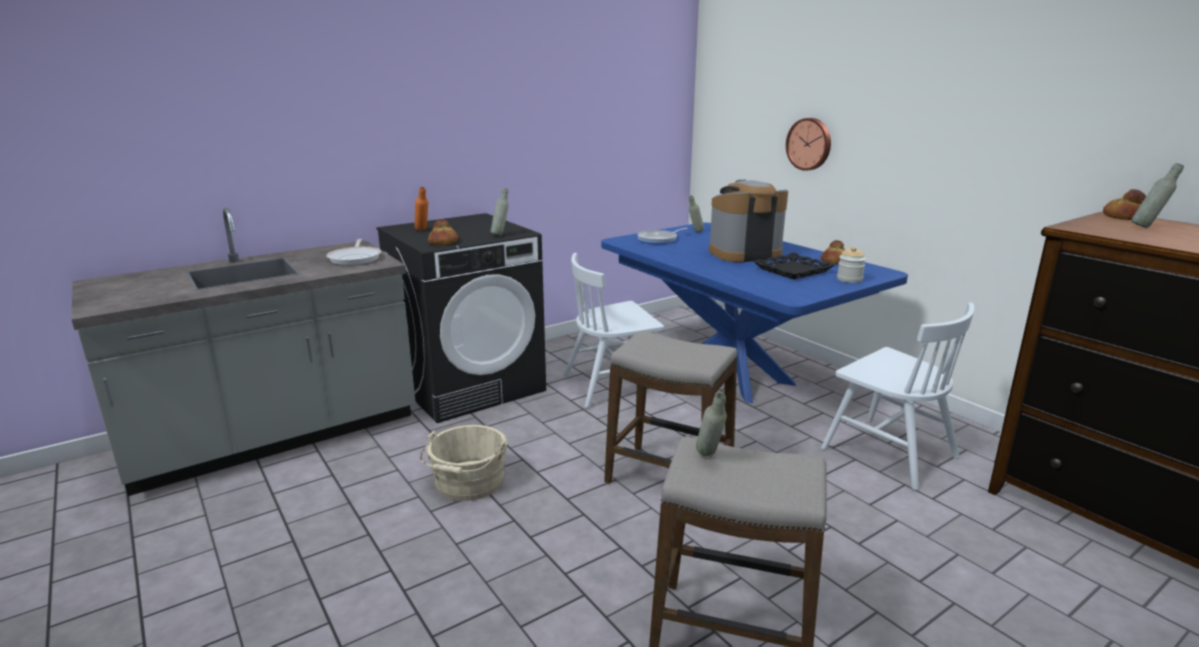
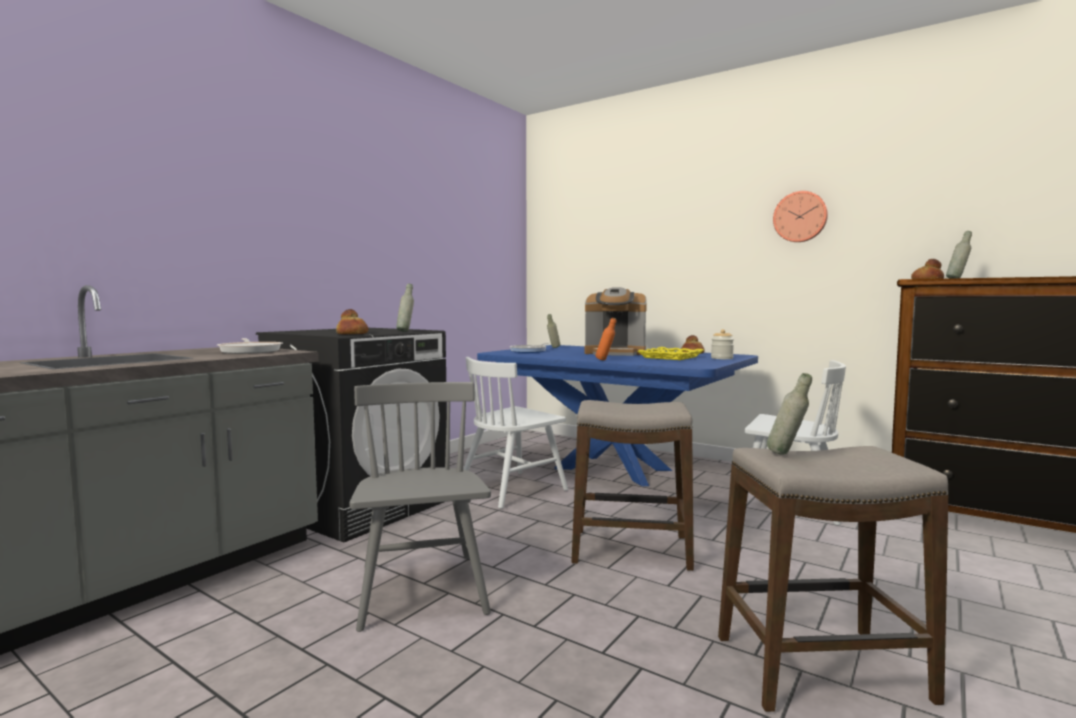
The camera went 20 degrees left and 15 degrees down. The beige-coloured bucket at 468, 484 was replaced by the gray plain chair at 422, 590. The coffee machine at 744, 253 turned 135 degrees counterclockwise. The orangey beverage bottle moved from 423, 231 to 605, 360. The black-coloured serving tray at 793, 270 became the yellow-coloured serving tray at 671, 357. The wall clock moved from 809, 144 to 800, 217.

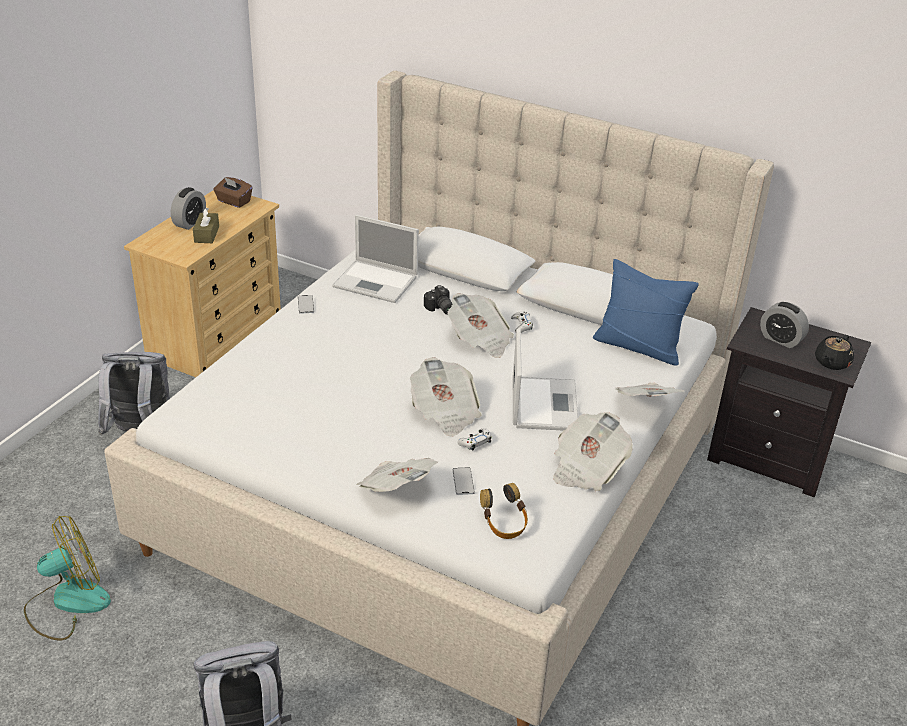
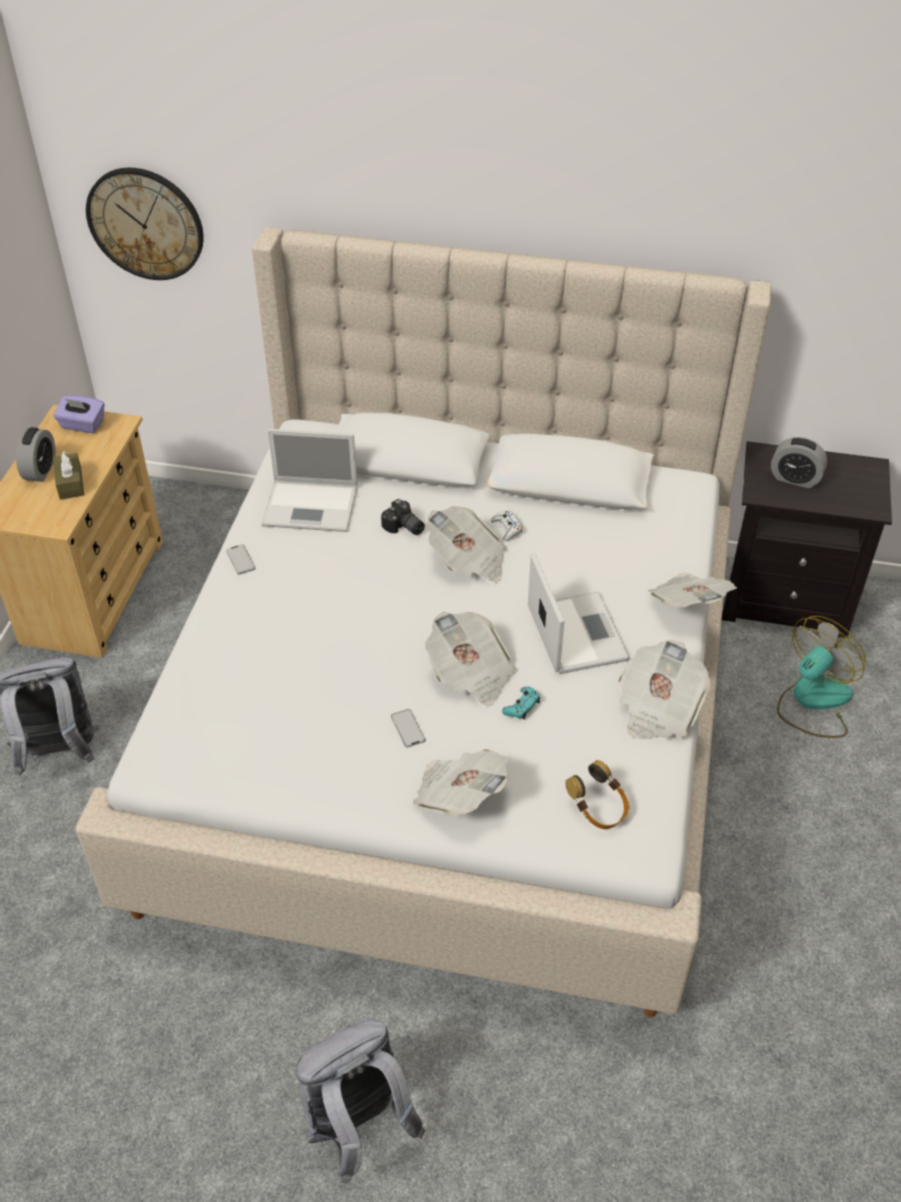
The camera went 15 degrees left and 10 degrees up. The brown tissue box at 233, 201 became the purple-coloured tissue box at 82, 425. The wall clock at 145, 223 appeared. The telephone moved from 463, 482 to 407, 729. The whitish joypad at 475, 442 became the blue-green joypad at 521, 706. The fan moved from 67, 603 to 813, 701. The bluish pillow at 638, 346 disappeared. The black-coloured tea pot at 831, 363 disappeared.

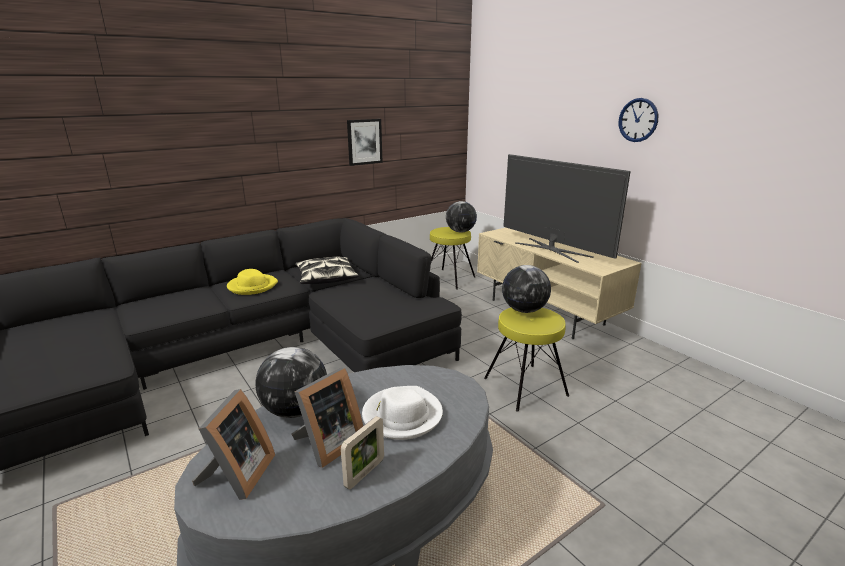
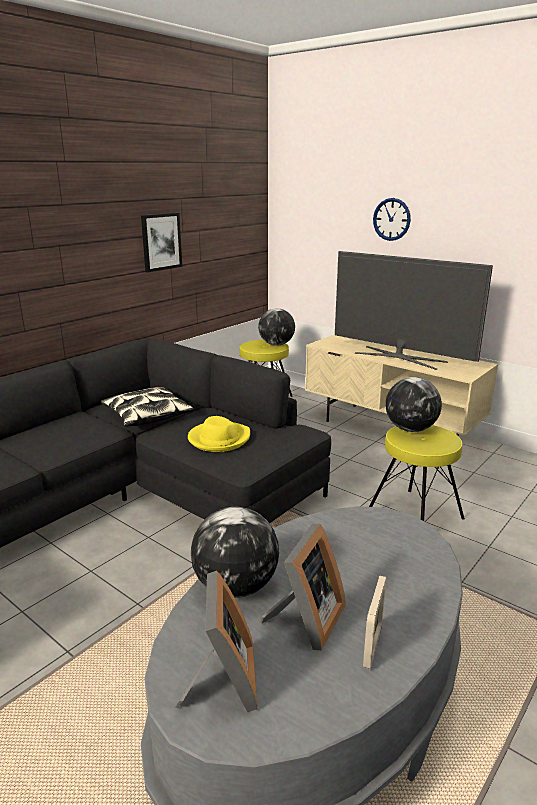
The camera went 15 degrees left and 0 degrees up. The yellow-coloured hat moved from 252, 286 to 219, 439. The wall clock moved from 638, 120 to 391, 219. The whitish hat at 402, 415 disappeared.

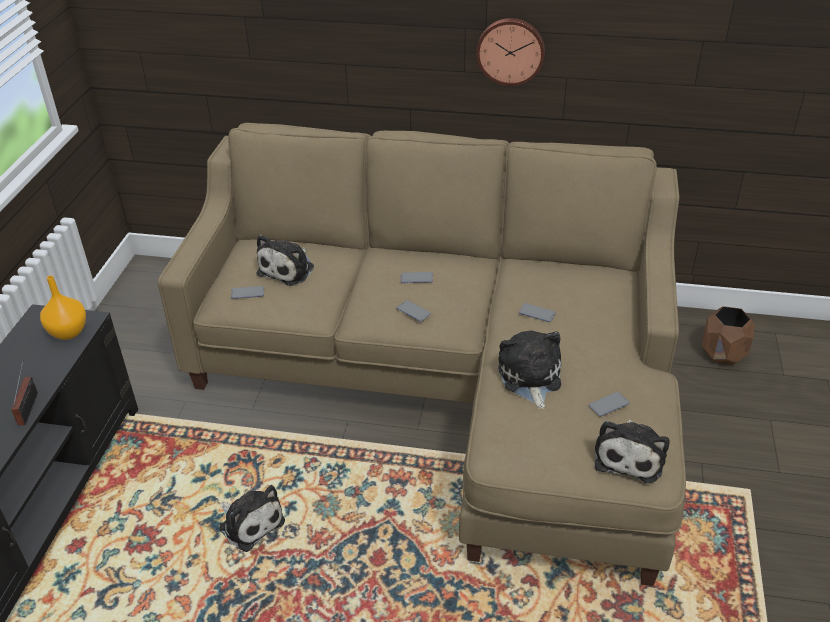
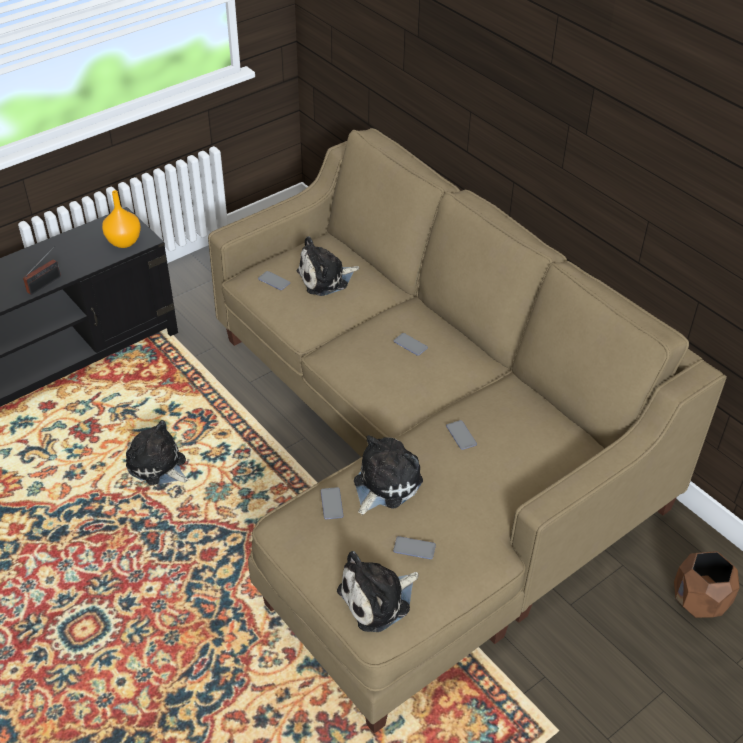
The camera went 40 degrees right and 5 degrees up. The soft toy at 250, 522 turned 135 degrees clockwise. The telephone moved from 413, 311 to 331, 504. The wall clock at 510, 51 disappeared.

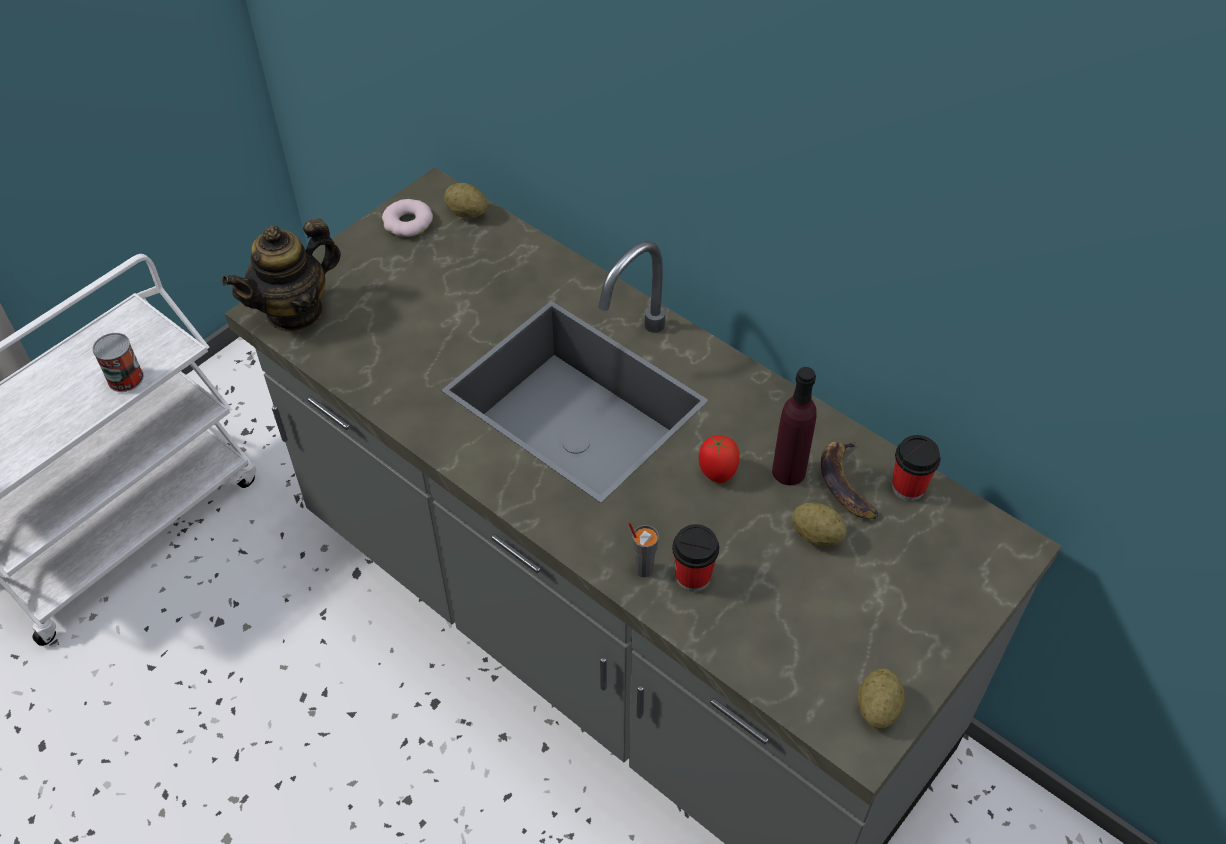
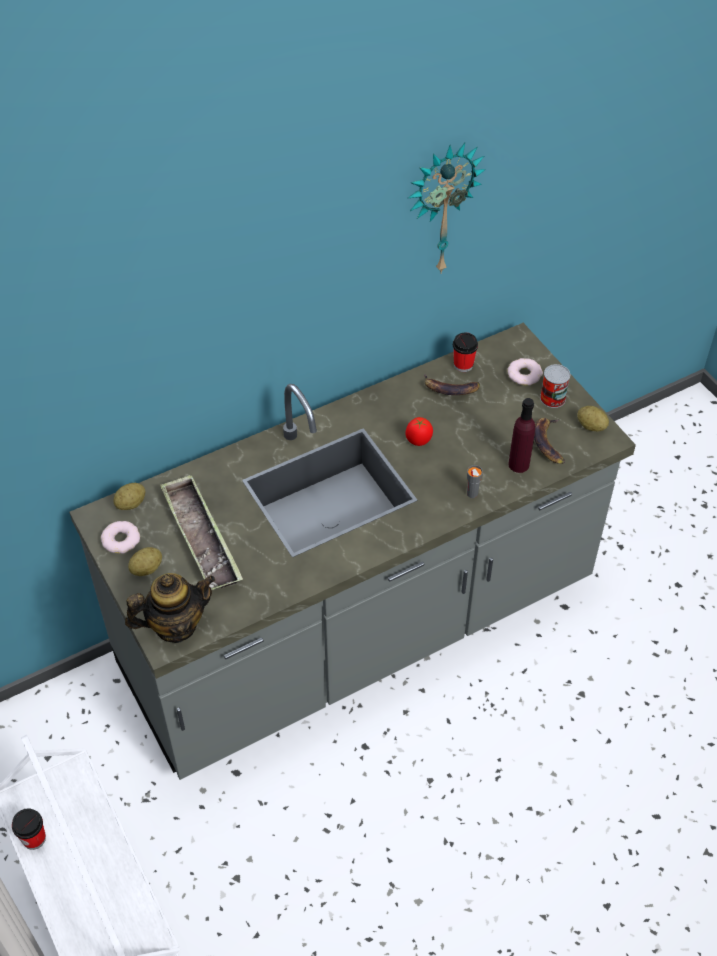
The camera went 70 degrees left and 0 degrees up. The drinking cup moved from 693, 576 to 34, 838. The tea pot at 295, 311 turned 90 degrees counterclockwise. The potato moved from 816, 535 to 146, 569. The serving tray at 201, 537 appeared. The wall clock at 441, 208 appeared. The doughnut at 524, 374 appeared. The purple-coloured beverage bottle moved from 788, 471 to 518, 464. The banana at 548, 443 appeared. The metal can moved from 125, 378 to 552, 398.

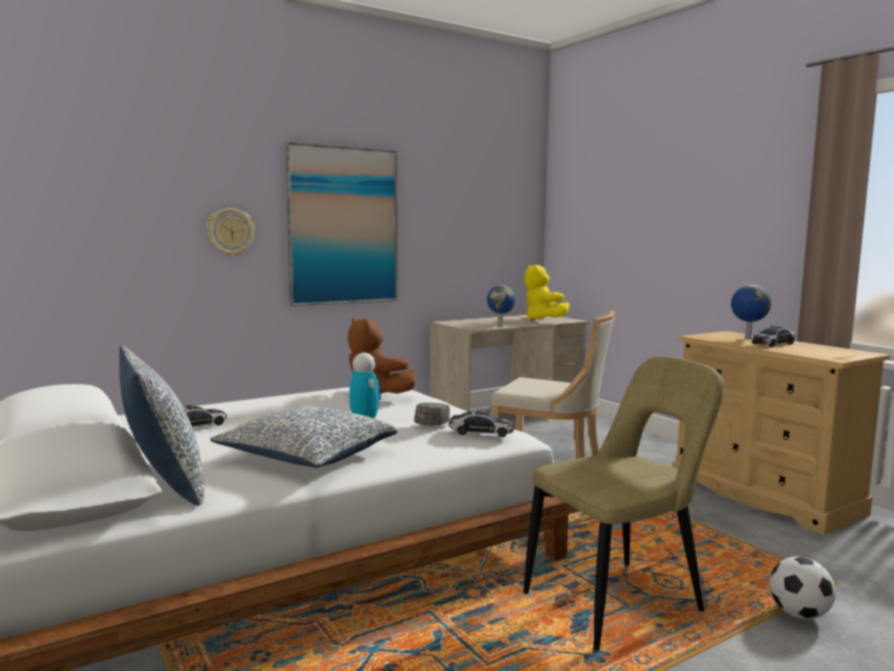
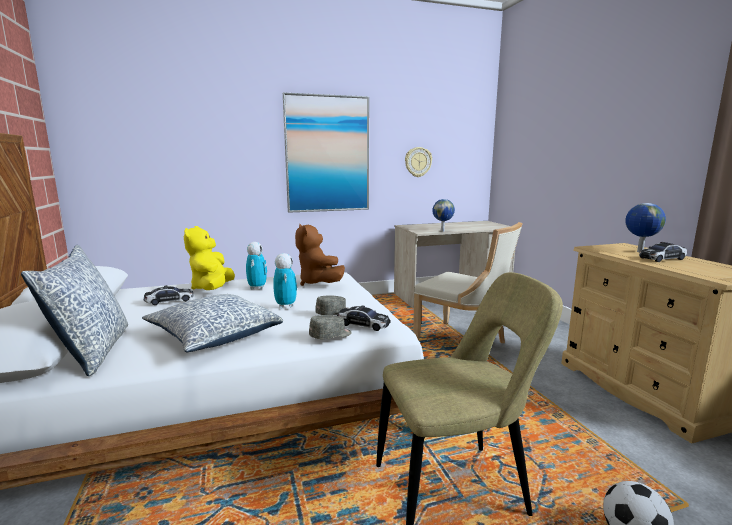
The camera went 15 degrees right and 5 degrees up. The yellow-coloured soft toy moved from 543, 320 to 212, 289. The toy robot at 257, 287 appeared. The gray baseball cap at 330, 335 appeared. The wall clock moved from 230, 232 to 418, 162.

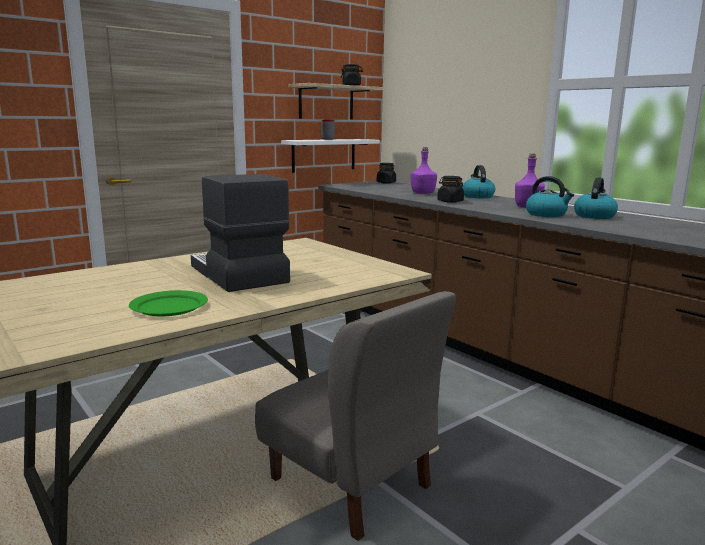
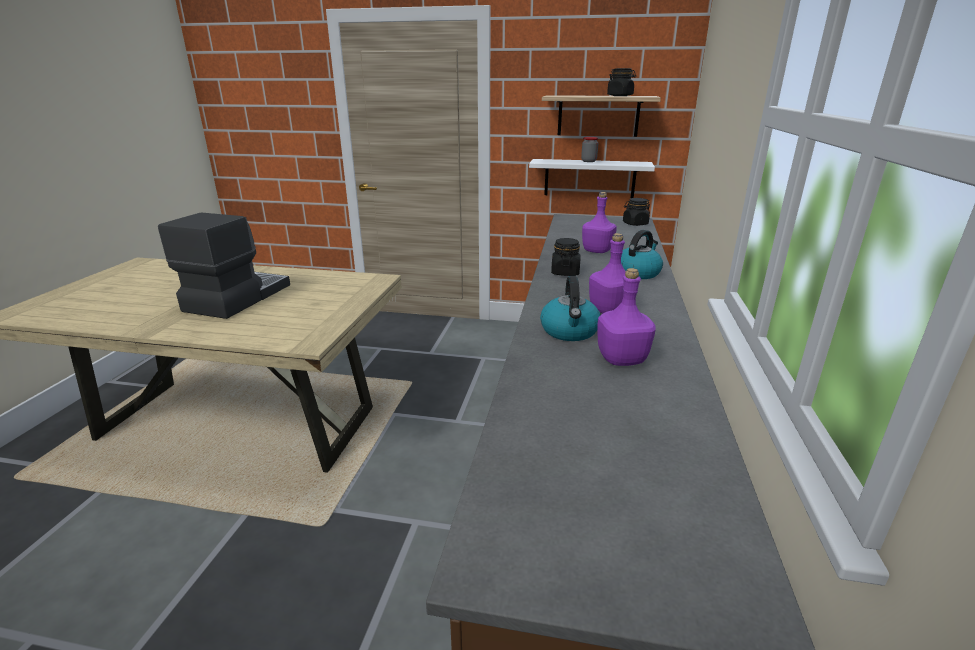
The camera went 50 degrees right and 10 degrees up. The kettle at 594, 216 was replaced by the purple-coloured beverage bottle at 621, 359. The greenish dinner plate at 169, 306 disappeared. The gray plain chair at 351, 483 disappeared.

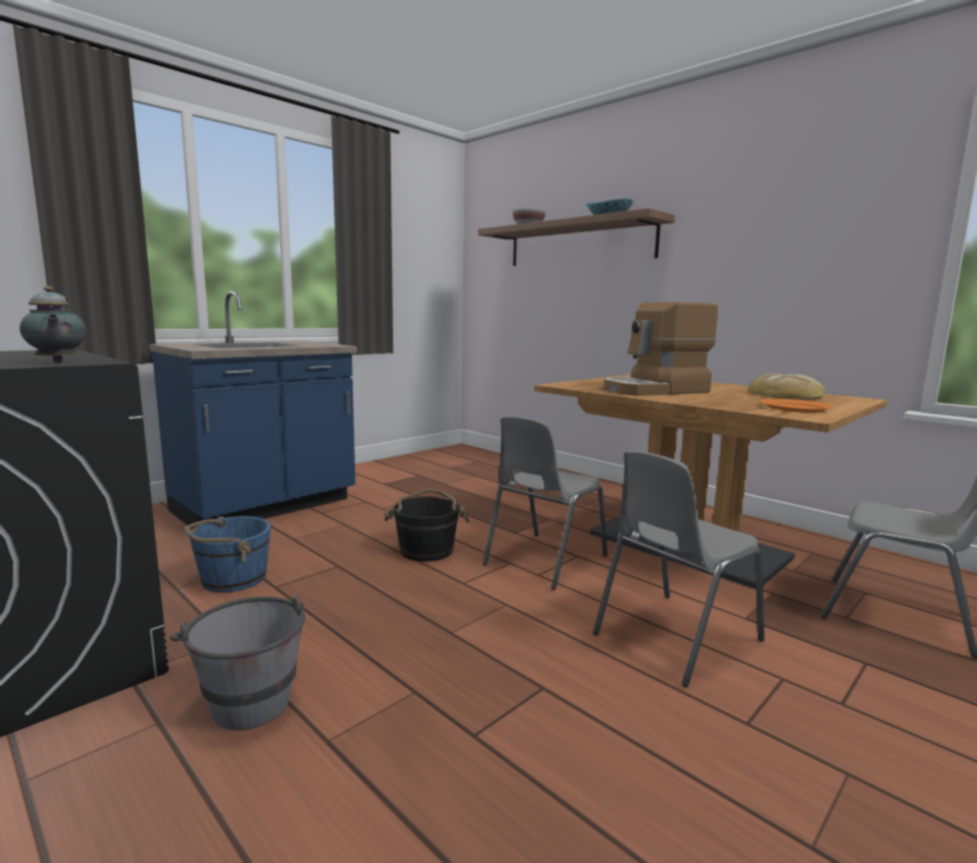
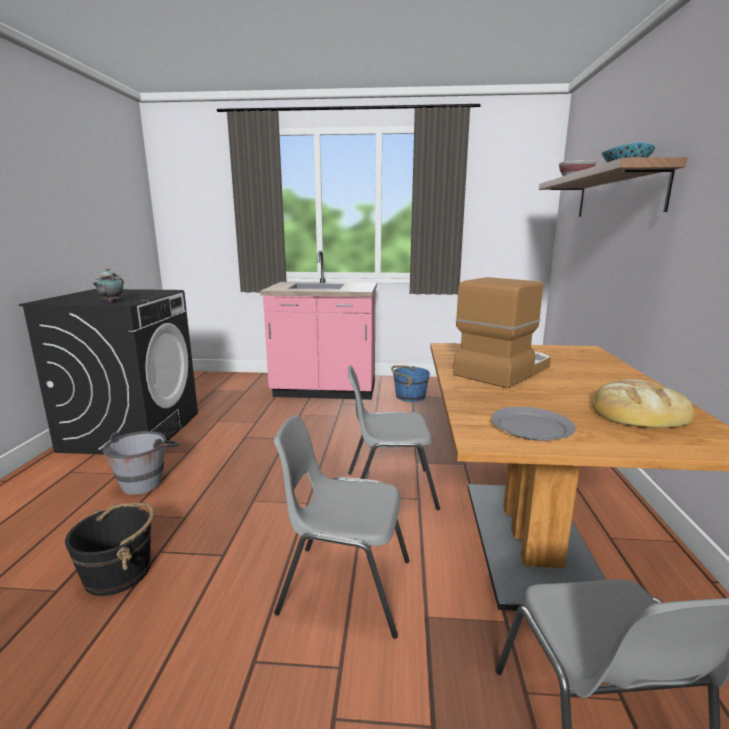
The camera went 50 degrees right and 5 degrees up. The black-coloured bucket moved from 426, 550 to 119, 572. The bluish counter at 265, 506 became the pink counter at 325, 391. The bluish bucket moved from 232, 579 to 409, 396. The coffee machine at 655, 390 turned 105 degrees clockwise. The orangey dinner plate at 794, 408 became the gray dinner plate at 530, 427.

